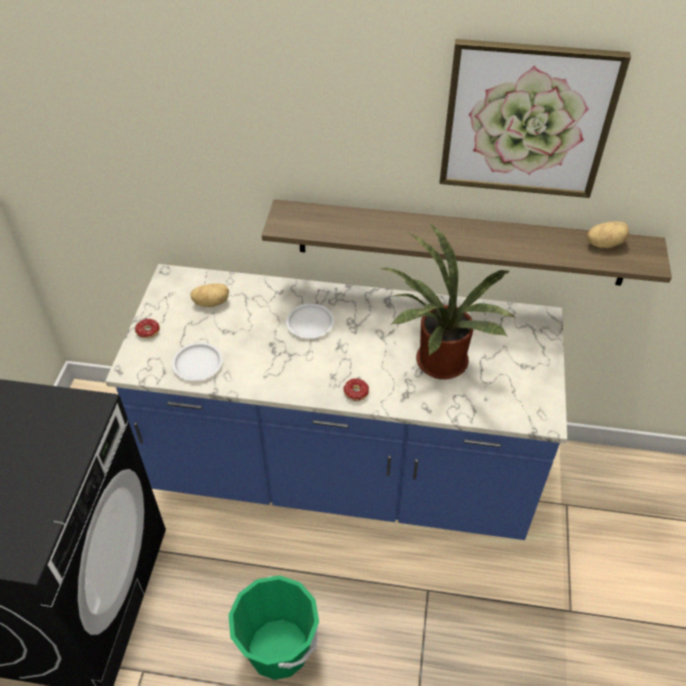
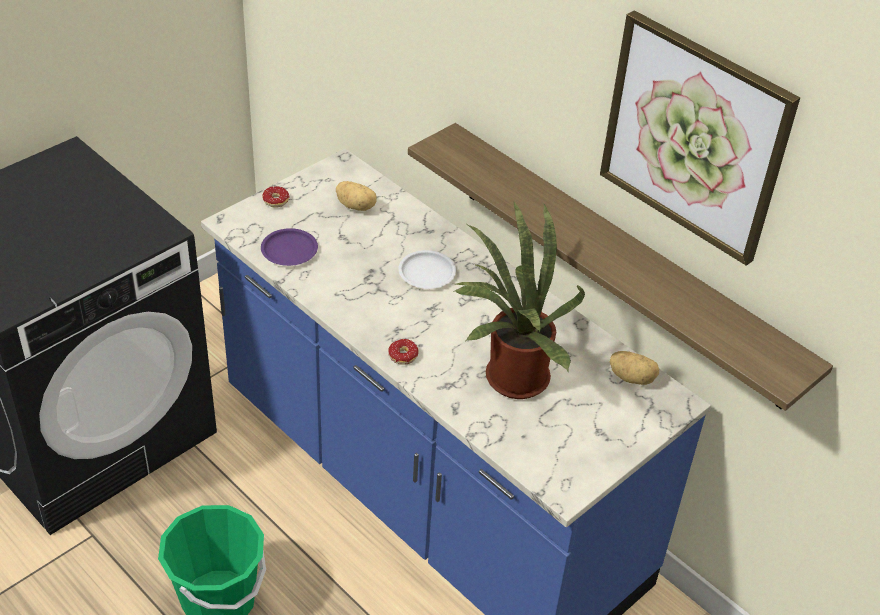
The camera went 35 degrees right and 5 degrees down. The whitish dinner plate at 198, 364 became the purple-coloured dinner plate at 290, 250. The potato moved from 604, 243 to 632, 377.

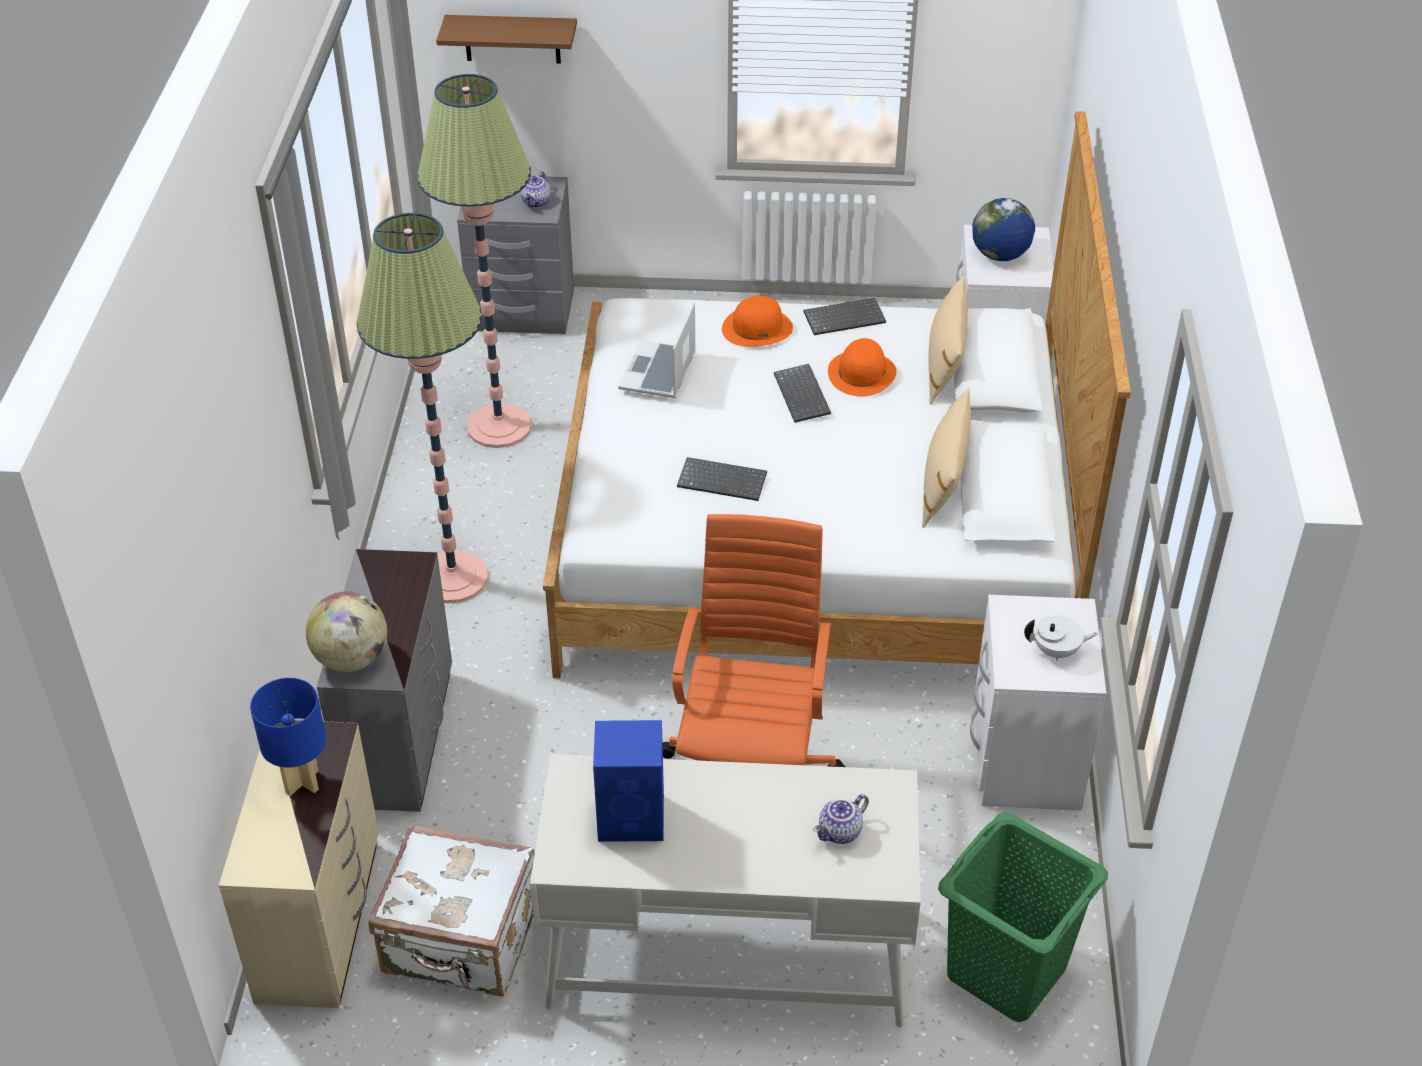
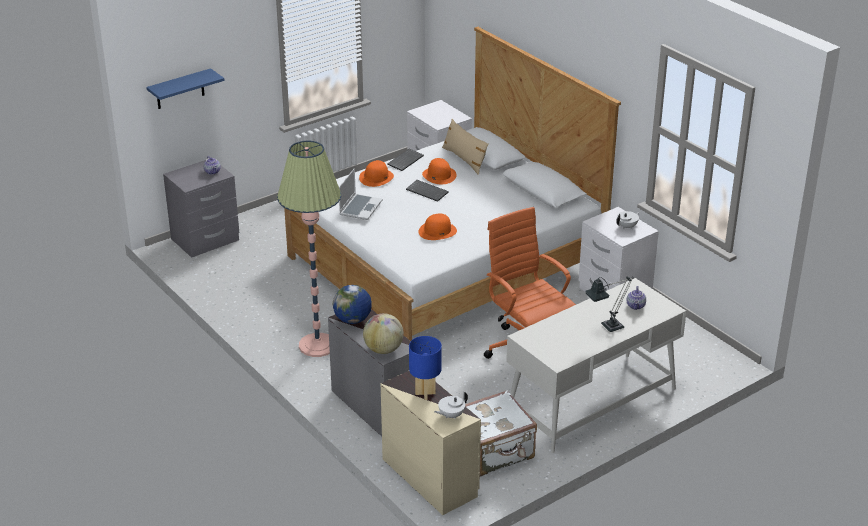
The camera went 40 degrees left and 10 degrees down. The brown wall shelf at 512, 39 became the bluish wall shelf at 180, 89. The desk globe moved from 1000, 255 to 353, 320. The laptop at 659, 372 turned 135 degrees counterclockwise. The PC keyboard at 723, 480 was replaced by the orangey hat at 437, 231. The whitish tea pot at 451, 415 appeared. The tabletop lamp at 608, 327 appeared. The standard lamp at 499, 426 disappeared. The bluish loudspeaker at 633, 818 disappeared. The beige-coloured pillow at 943, 481 disappeared. The greenish hamper at 1006, 972 disappeared.

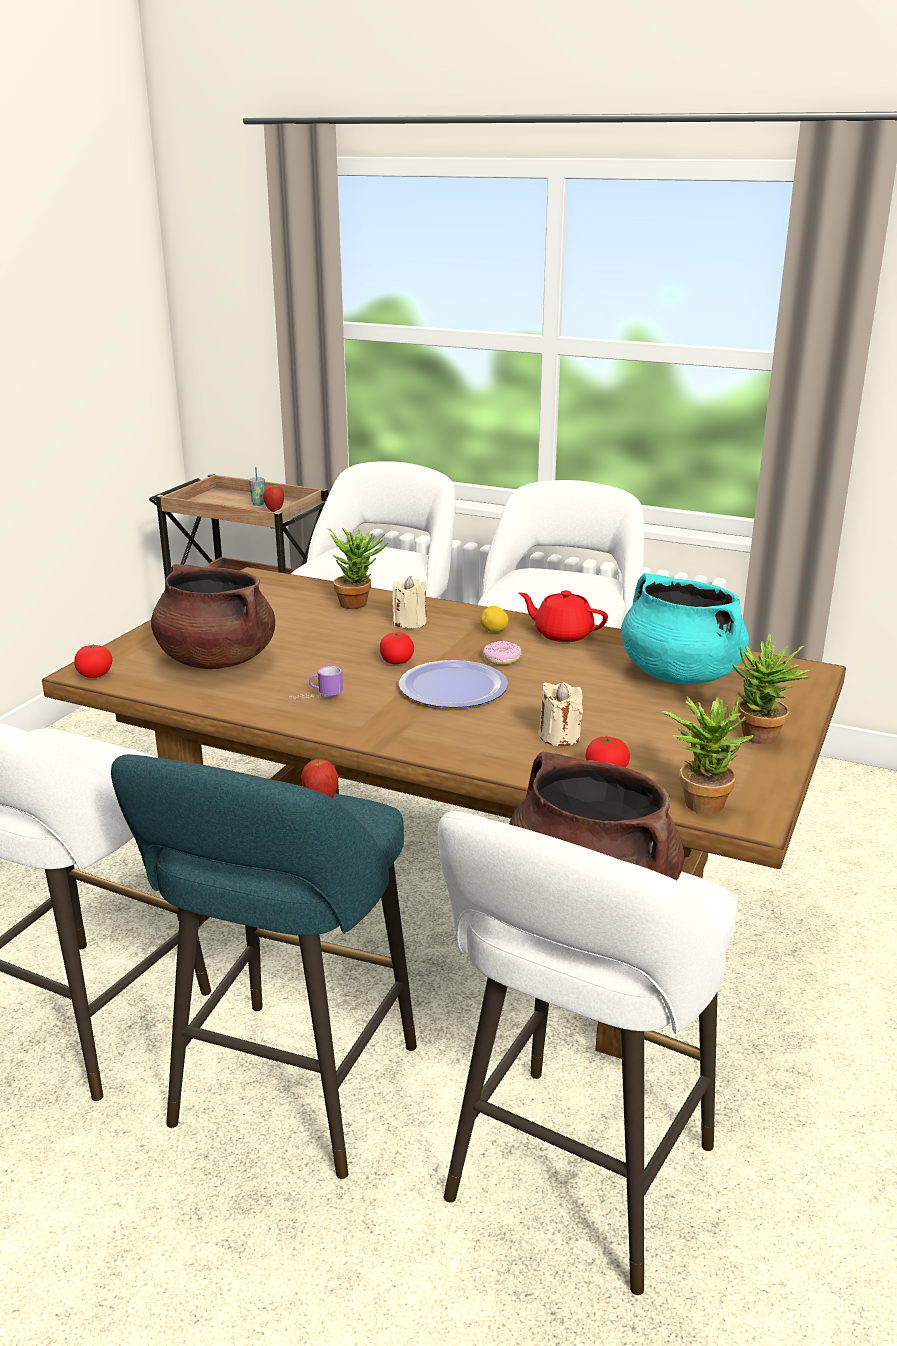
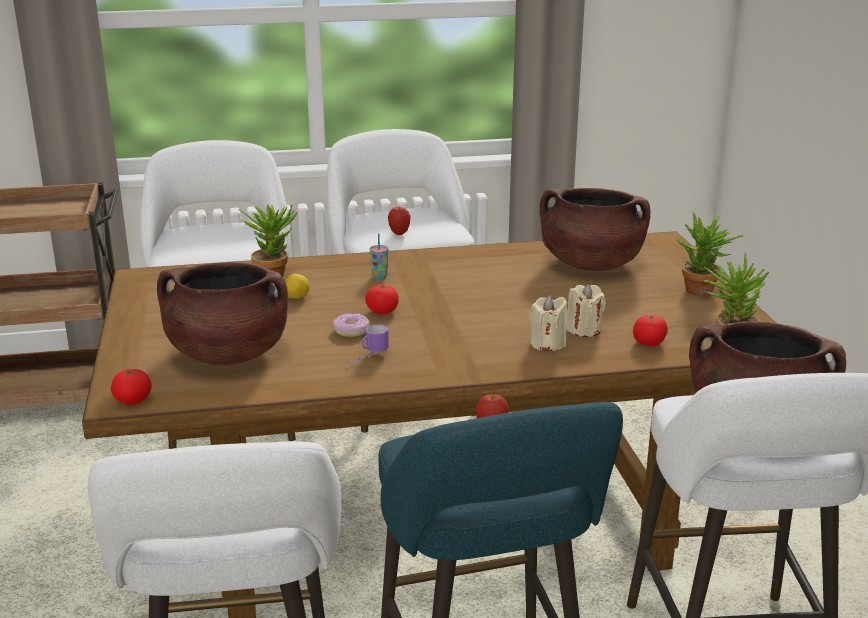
The camera went 35 degrees left and 0 degrees up. The citrus fruit moved from 494, 631 to 297, 297. The doughnut moved from 501, 659 to 351, 330. The drinking cup moved from 258, 504 to 379, 276. The apple moved from 274, 510 to 399, 233. The beige-coloured wax light moved from 410, 622 to 547, 343. The blue-green saucepot at 679, 674 became the brown saucepot at 591, 264. The dinner plate at 453, 687 disappeared. The red-coloured tea pot at 562, 634 disappeared.

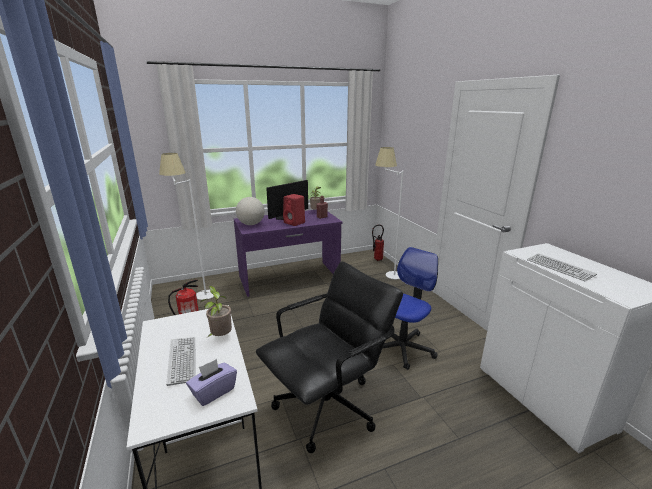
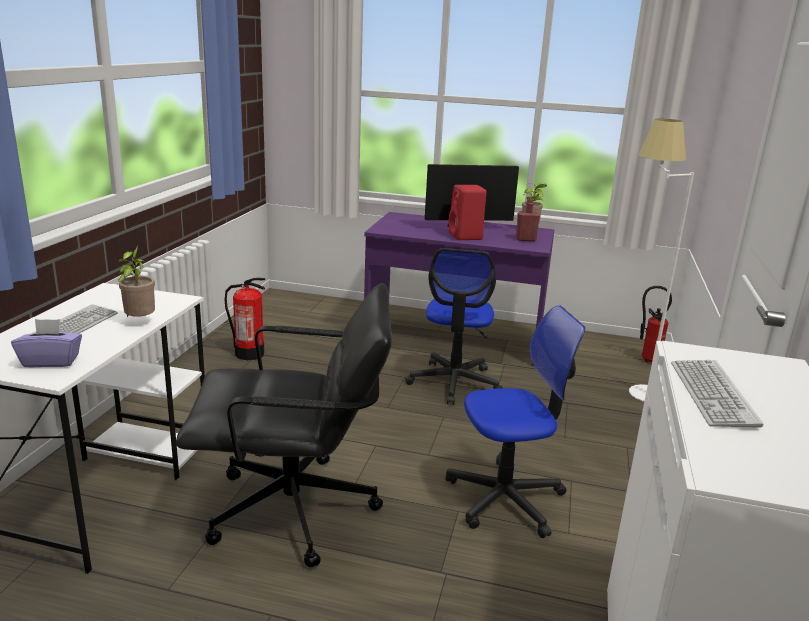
The camera went 35 degrees right and 0 degrees up. The office chair at 454, 382 appeared. The whitish standard lamp at 197, 293 disappeared. The desk globe at 251, 224 disappeared.

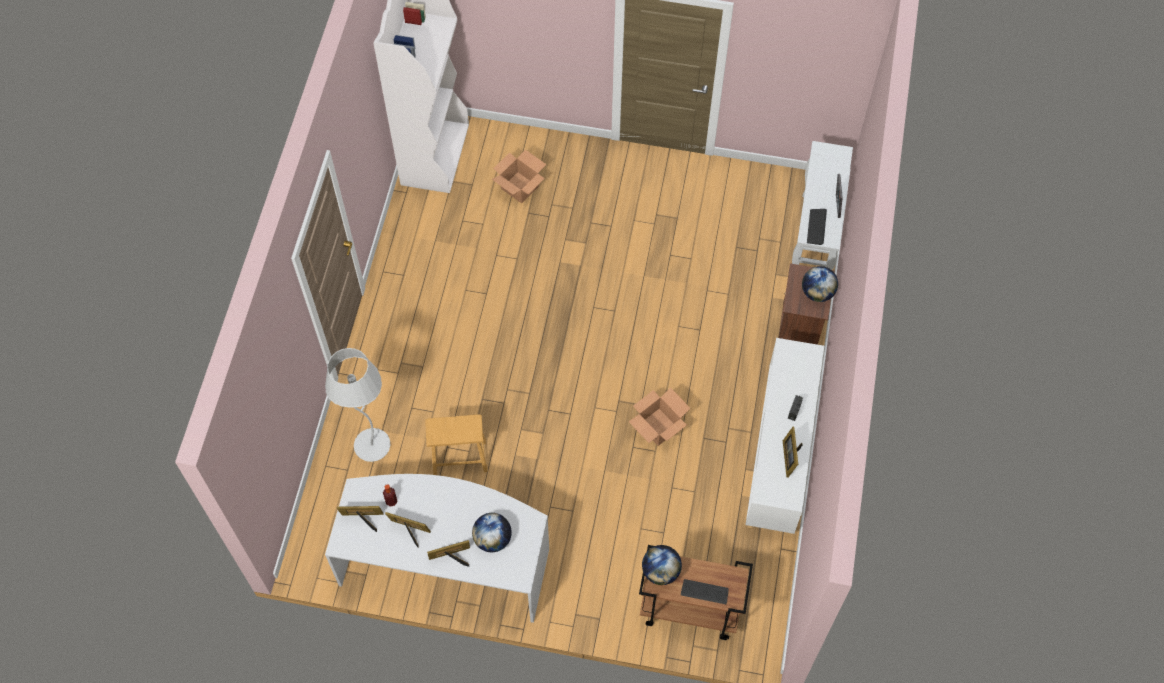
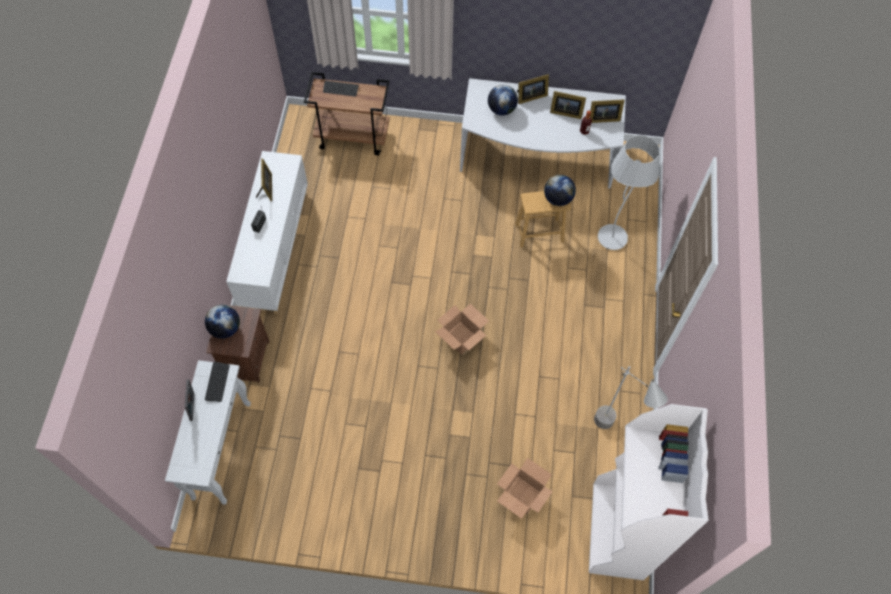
The camera went 175 degrees right and 0 degrees up. The carton moved from 659, 427 to 460, 337. The desk globe moved from 661, 571 to 557, 199. The gray standard lamp at 614, 433 appeared.

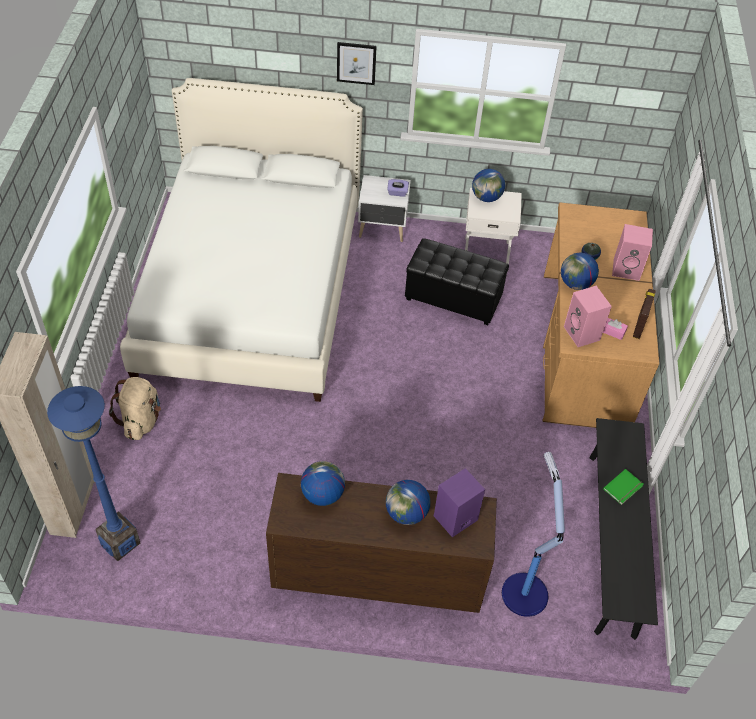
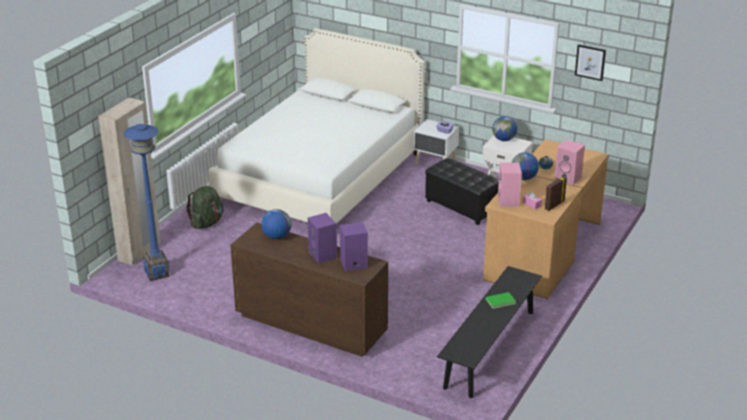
The camera went 25 degrees right and 20 degrees down. The beige-coloured knapsack at 141, 421 became the greenish knapsack at 207, 223. The desk globe at 406, 513 was replaced by the purple-coloured loudspeaker at 323, 255. The wall picture moved from 356, 63 to 590, 62. The standard lamp at 523, 592 disappeared.

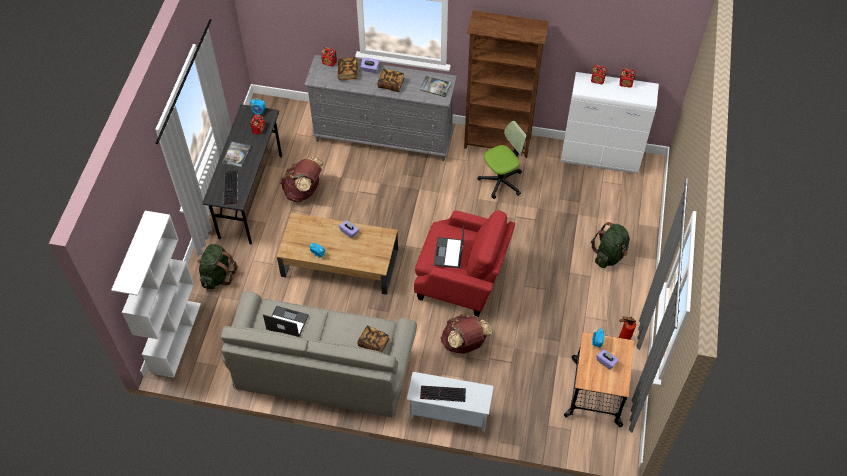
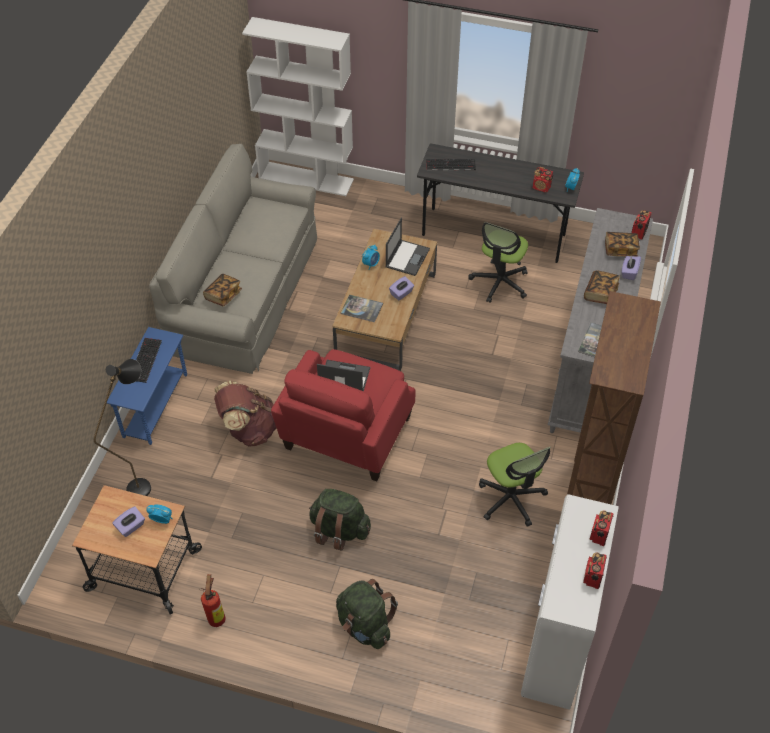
The camera went 95 degrees right and 5 degrees down. The black-coloured standard lamp at 145, 483 appeared. The whitish accent table at 449, 414 became the bluish accent table at 155, 406. The greenish knapsack moved from 217, 275 to 339, 530. The book moved from 236, 155 to 361, 309. The laptop moved from 287, 322 to 407, 257. The brown knapsack at 304, 191 was replaced by the office chair at 499, 282.

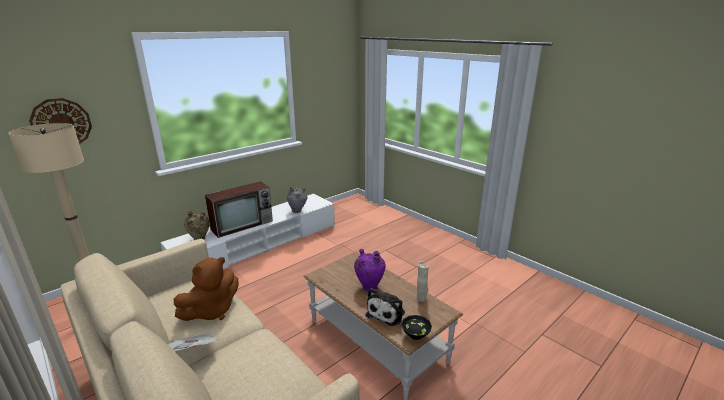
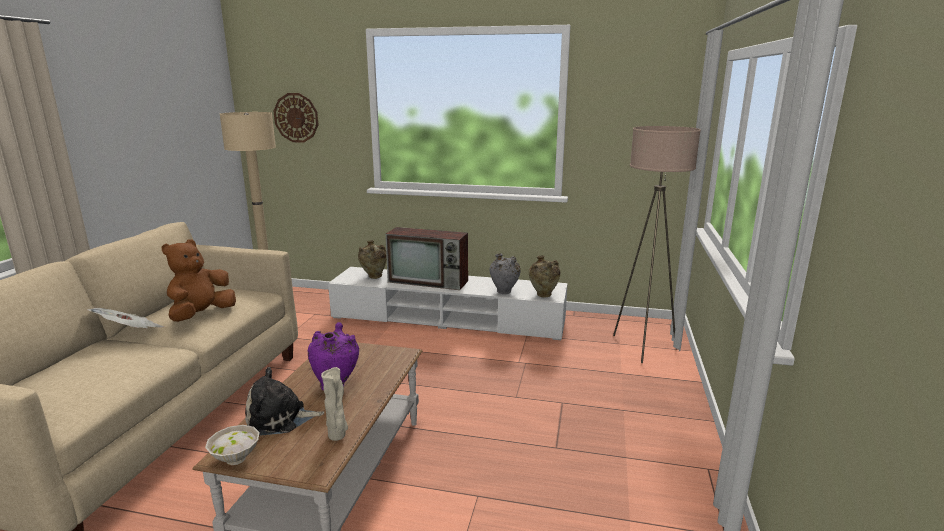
The camera went 55 degrees right and 5 degrees down. The brown soft toy at 212, 311 turned 105 degrees clockwise. The black-coloured deep dish at 415, 335 became the whitish deep dish at 237, 458. The beige-coloured flower vase at 543, 296 appeared. The beige-coloured standard lamp at 643, 347 appeared.

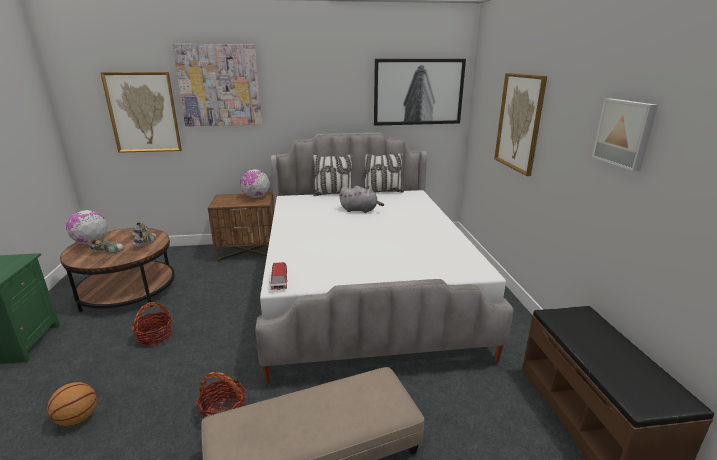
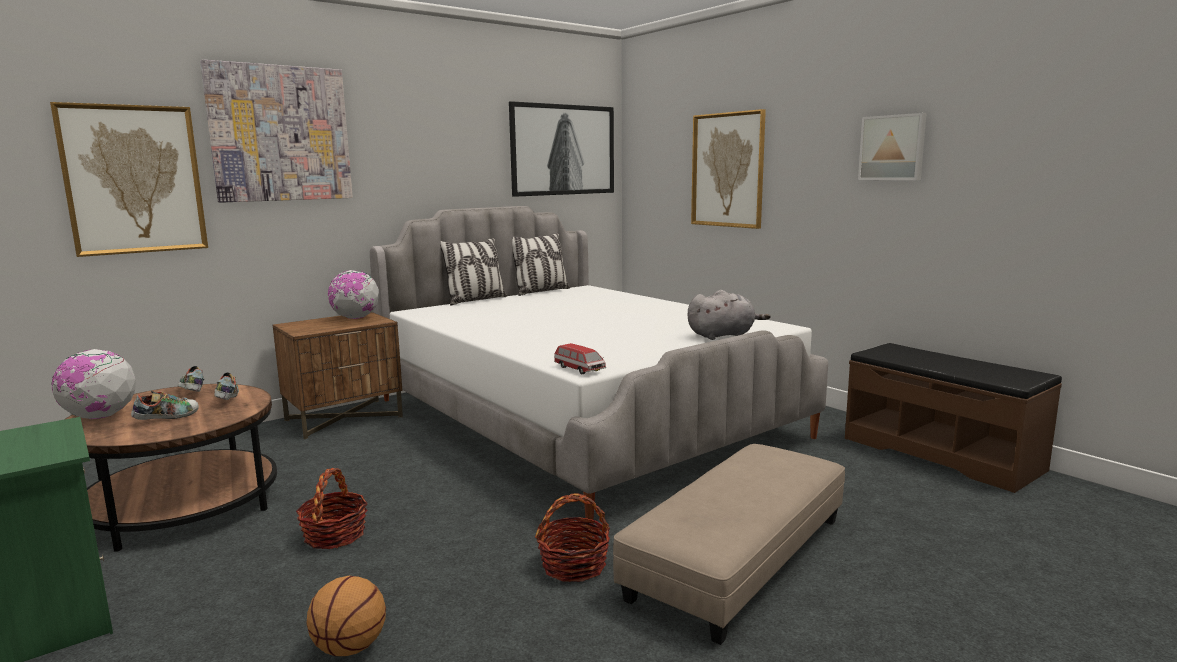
The camera went 30 degrees left and 10 degrees down. The gray soft toy moved from 360, 210 to 723, 335.

